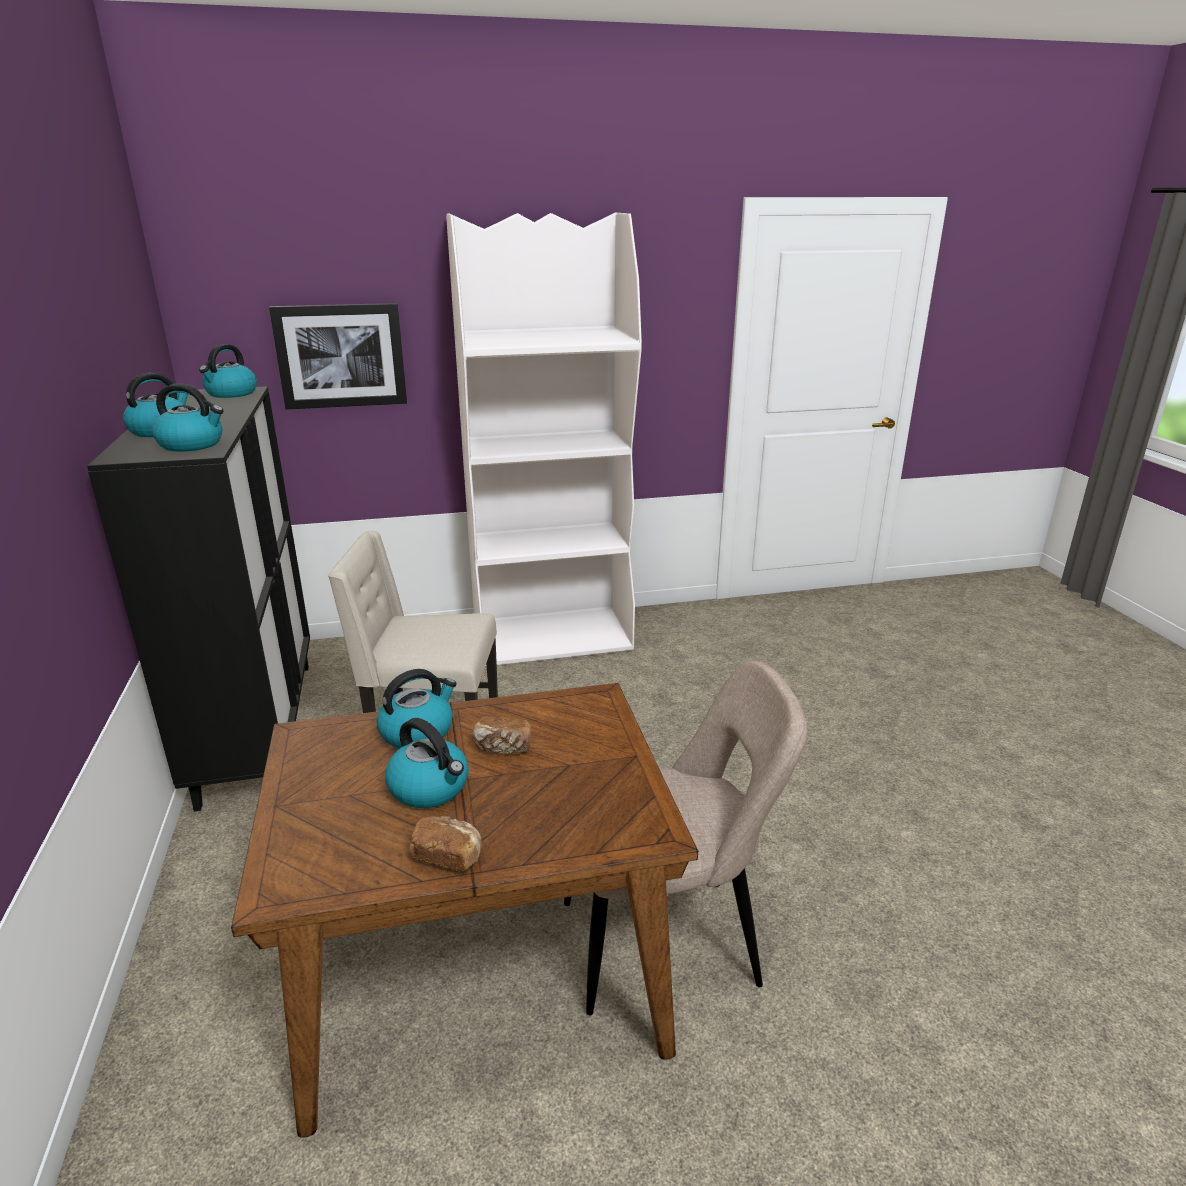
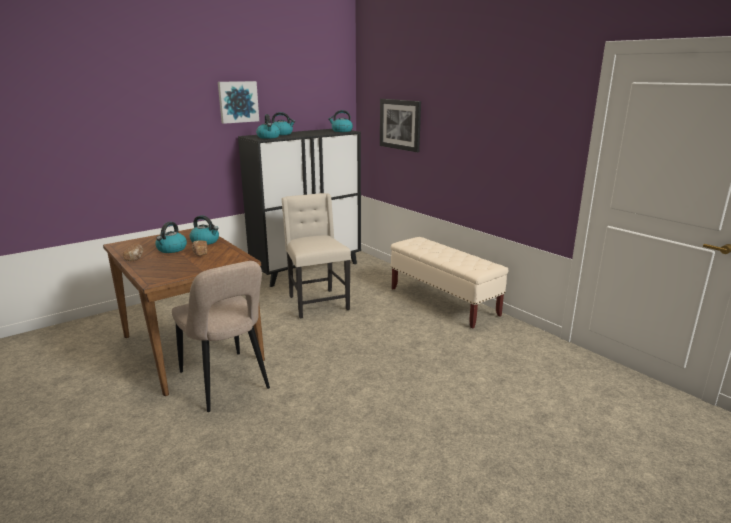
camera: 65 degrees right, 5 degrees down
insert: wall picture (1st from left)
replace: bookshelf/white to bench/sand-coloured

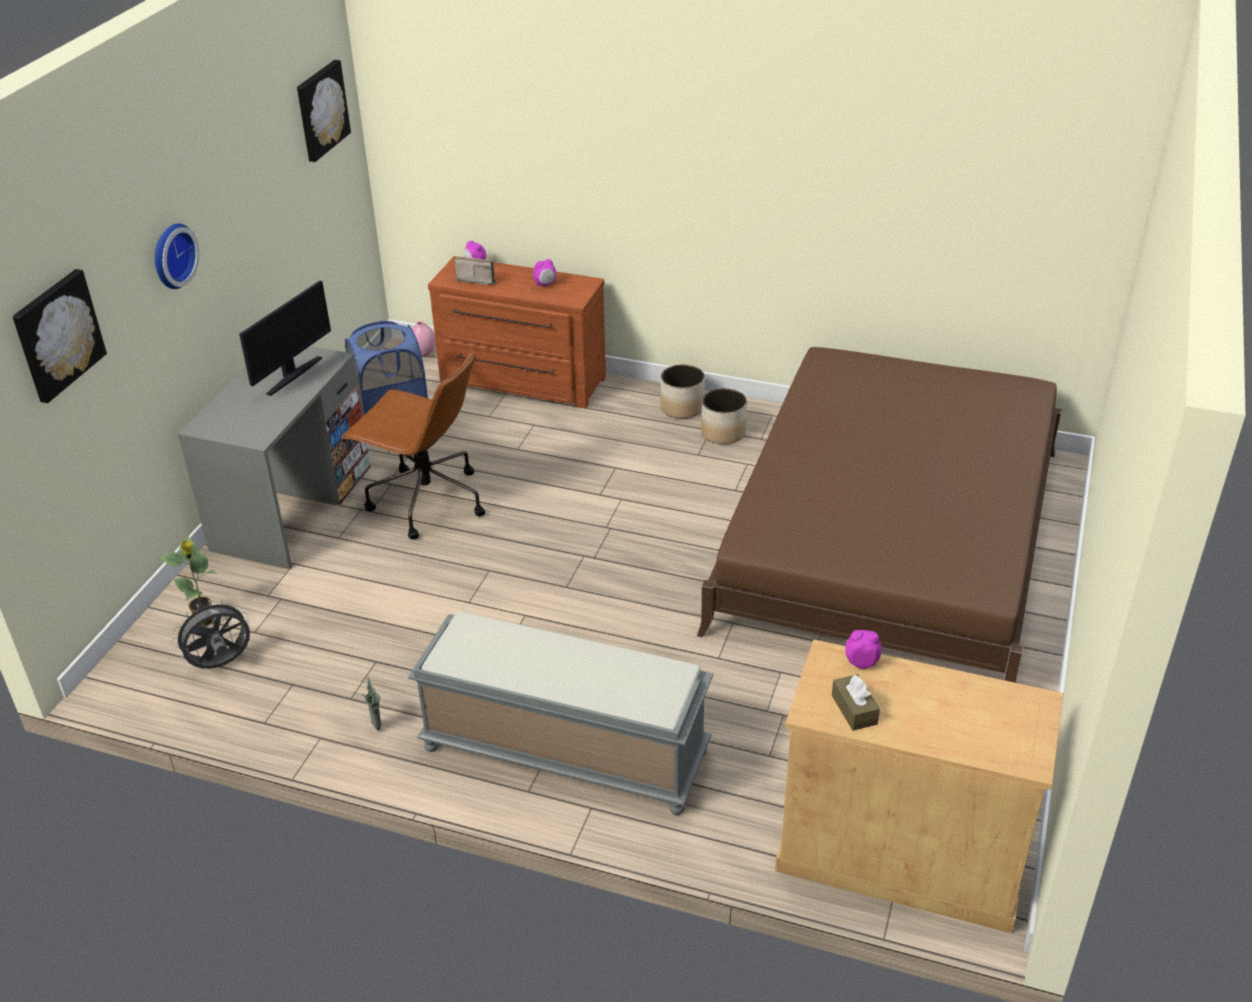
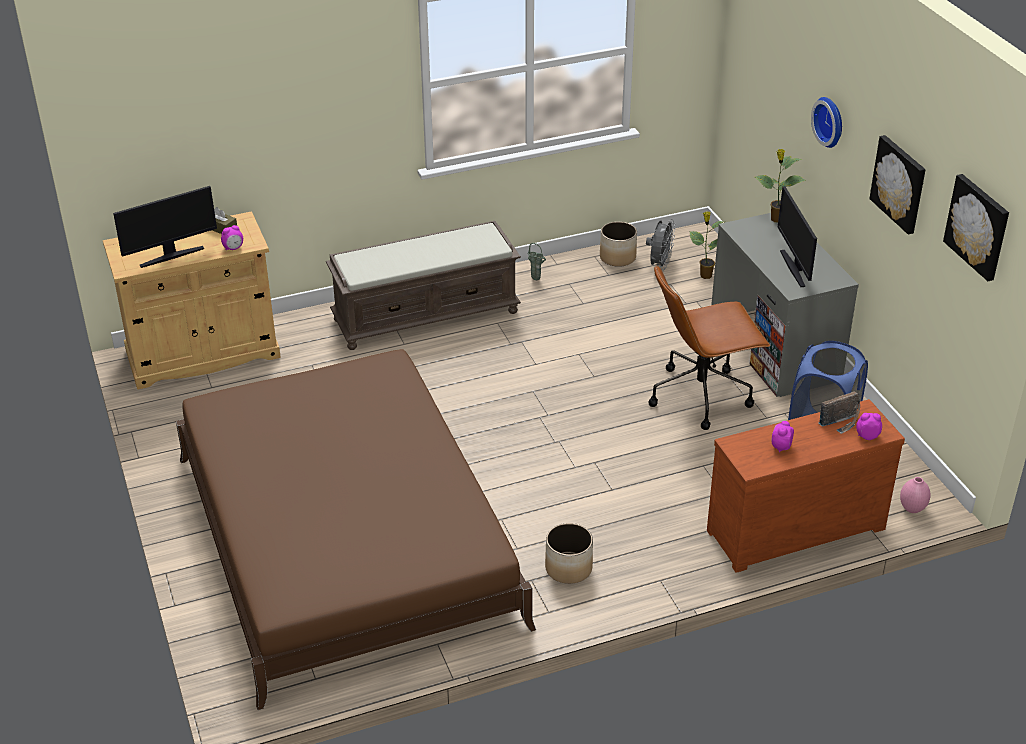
camera: 140 degrees right, 0 degrees up
insert: computer screen (1st from left); plant in a pot (2nd from left)
move: wall picture (1st from left); flower pot (1st from left in the first image) to flower pot (2nd from left)
recolor: bench/grey to bench/brown-coloured

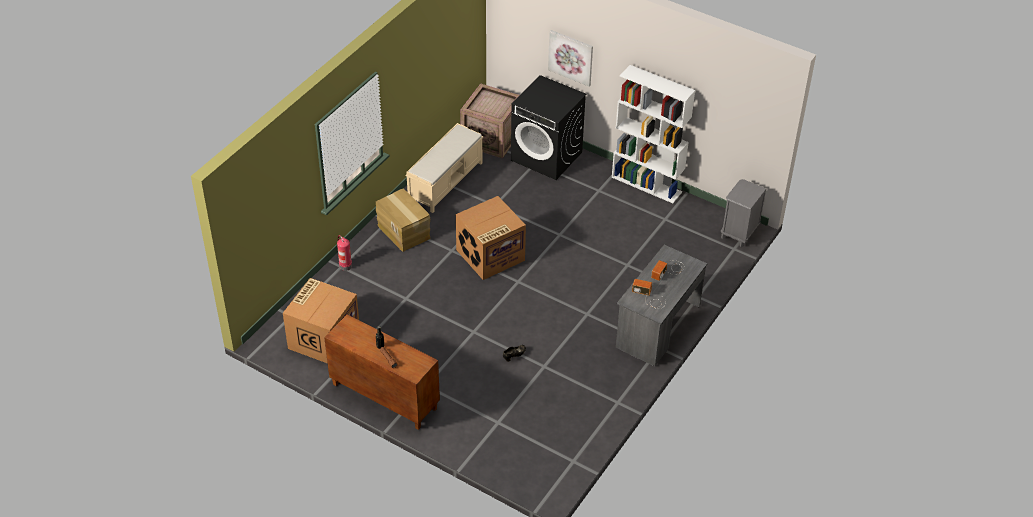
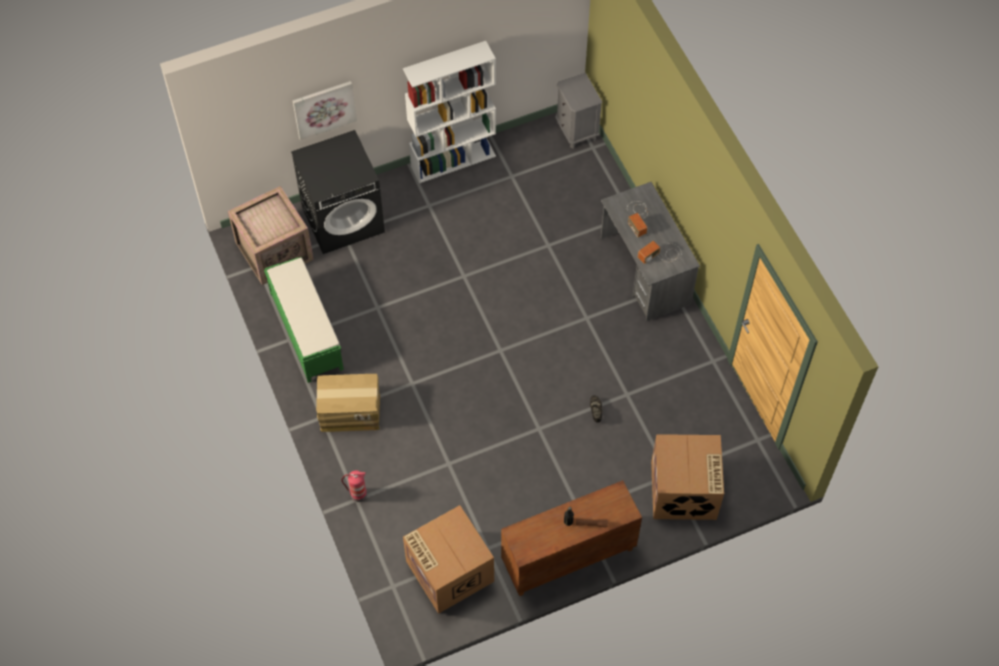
camera: 55 degrees left, 15 degrees up
move: packing box (3rd from left)
recolor: bench/sand-coloured to bench/greenish

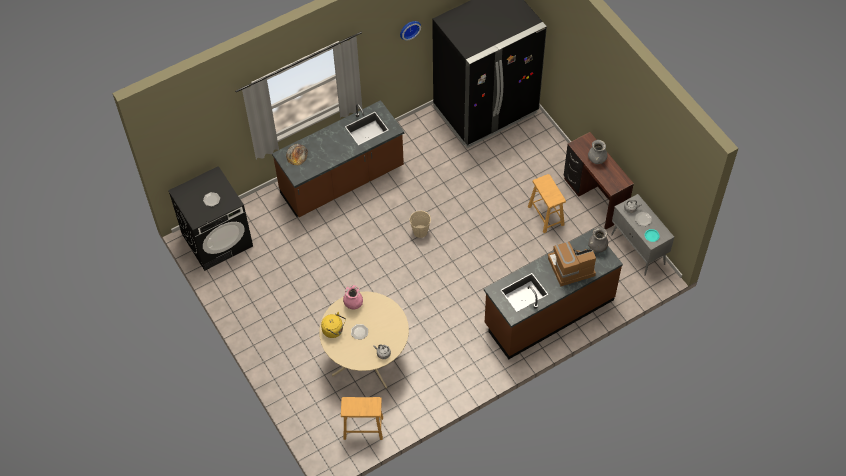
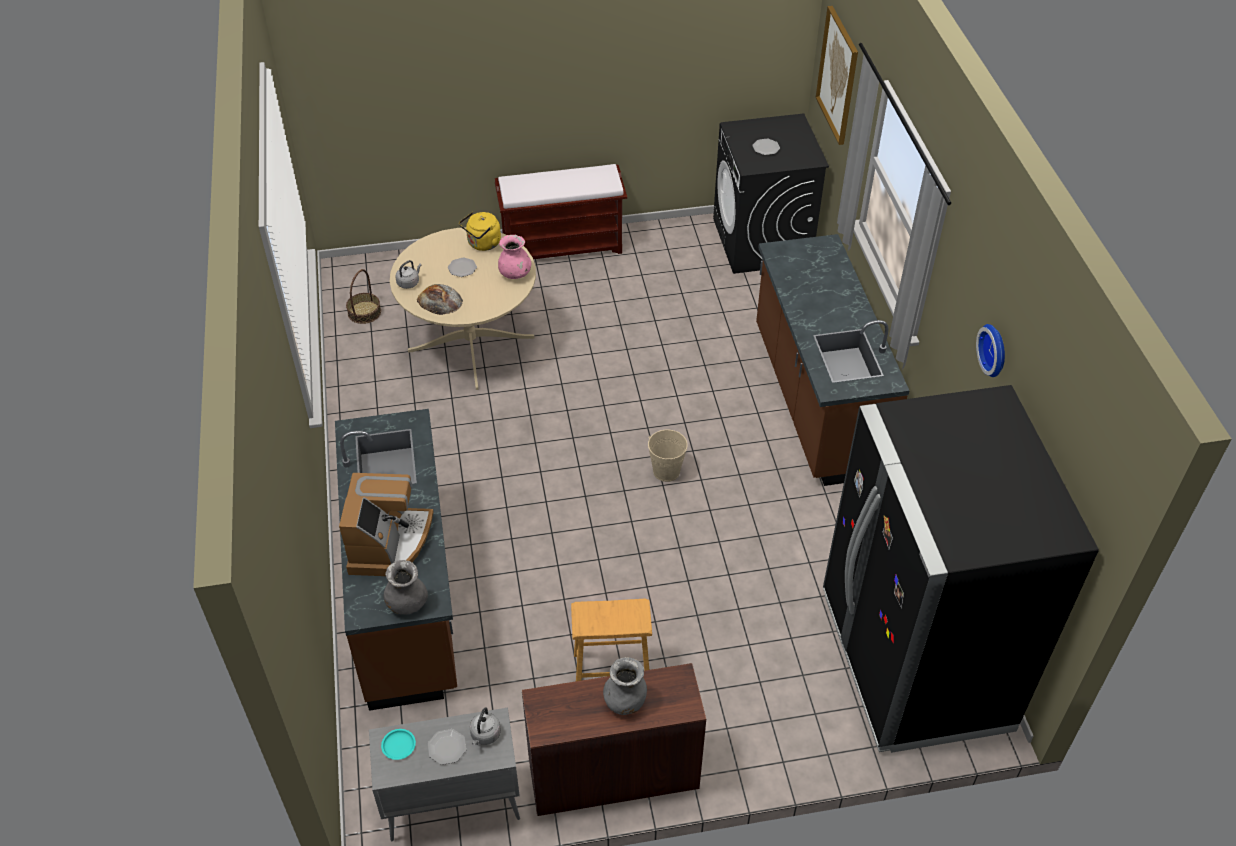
camera: 110 degrees right, 10 degrees down
insert: bench/brown-coloured; wall picture
move: baked bread
replace: sitting stool/brown-coloured (1st from left) to household basket

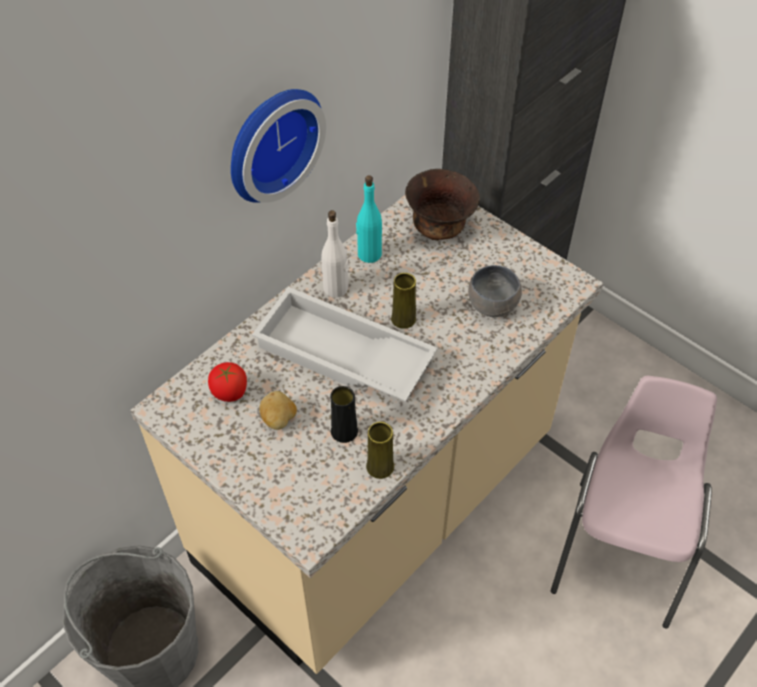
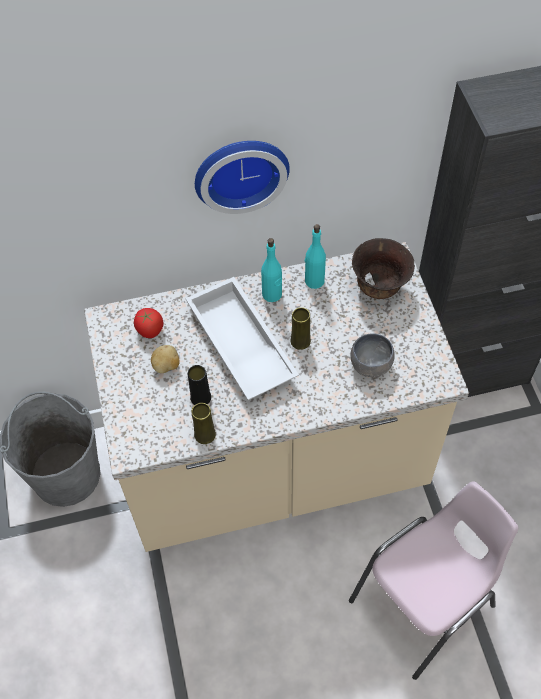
camera: 35 degrees right, 5 degrees up
recolor: beverage bottle/white to beverage bottle/turquoise-coloured (1st from left)

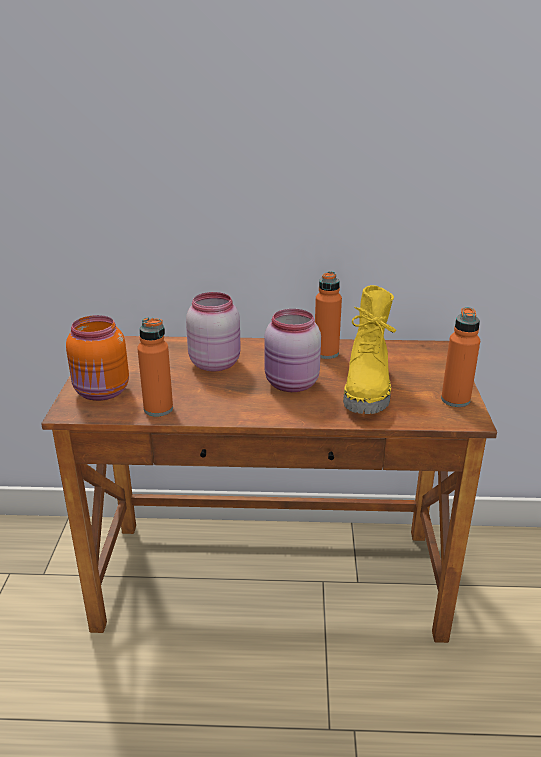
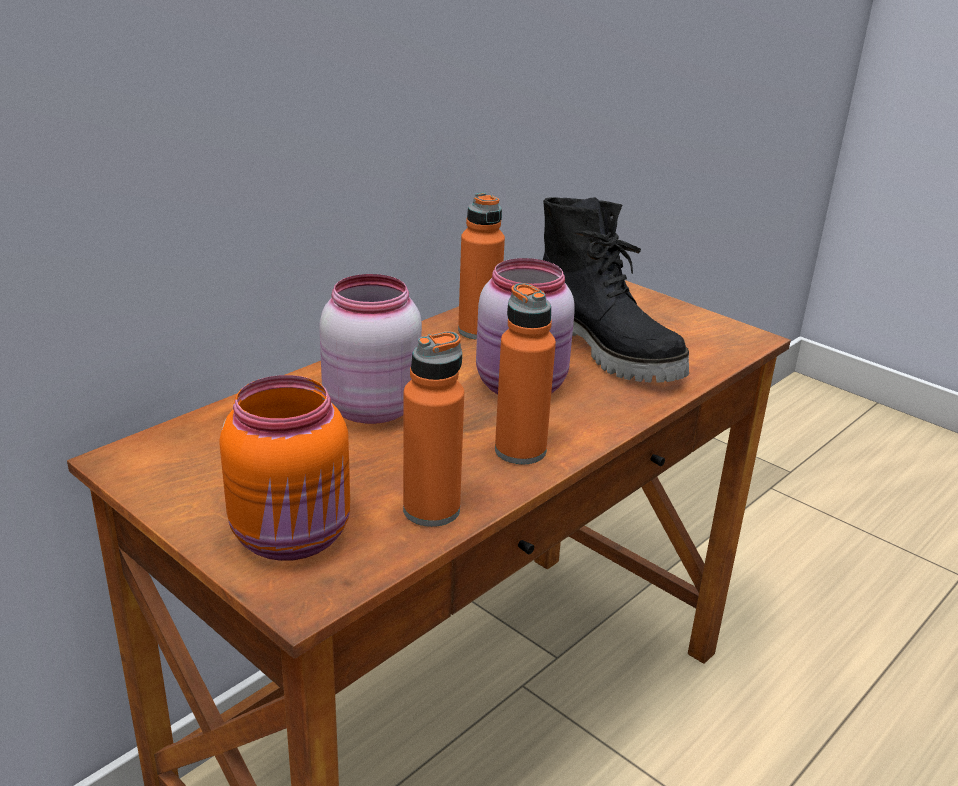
camera: 50 degrees left, 0 degrees up
move: beverage bottle/orangey (3rd from left)
recolor: boot/yellowish to boot/black-coloured

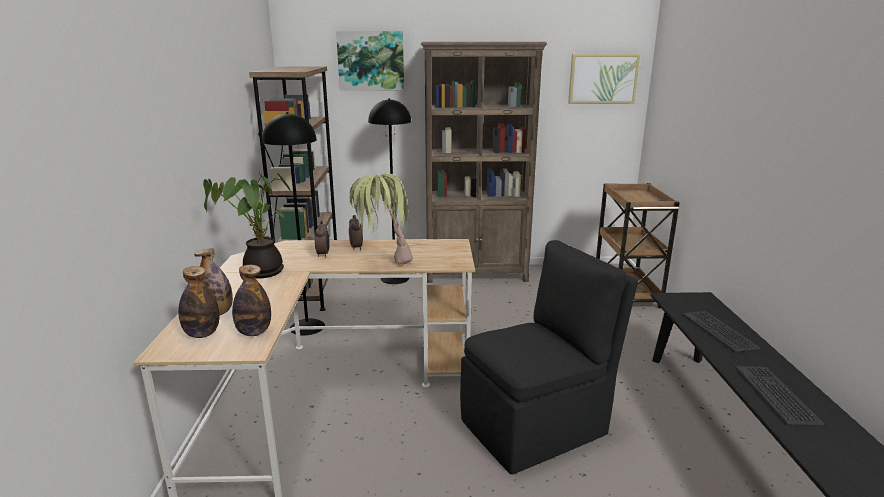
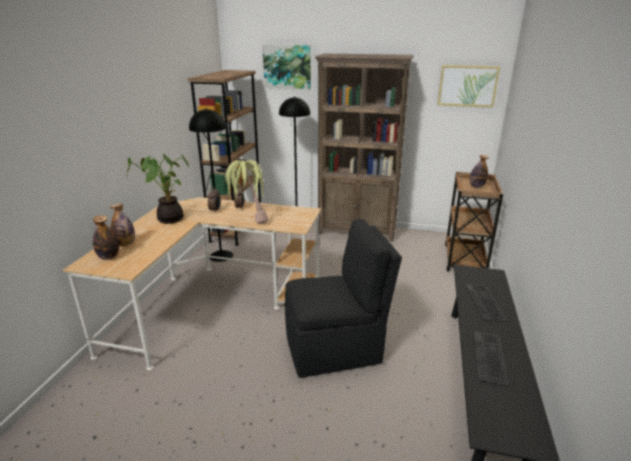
camera: 15 degrees right, 5 degrees up
move: beverage bottle (3rd from left)

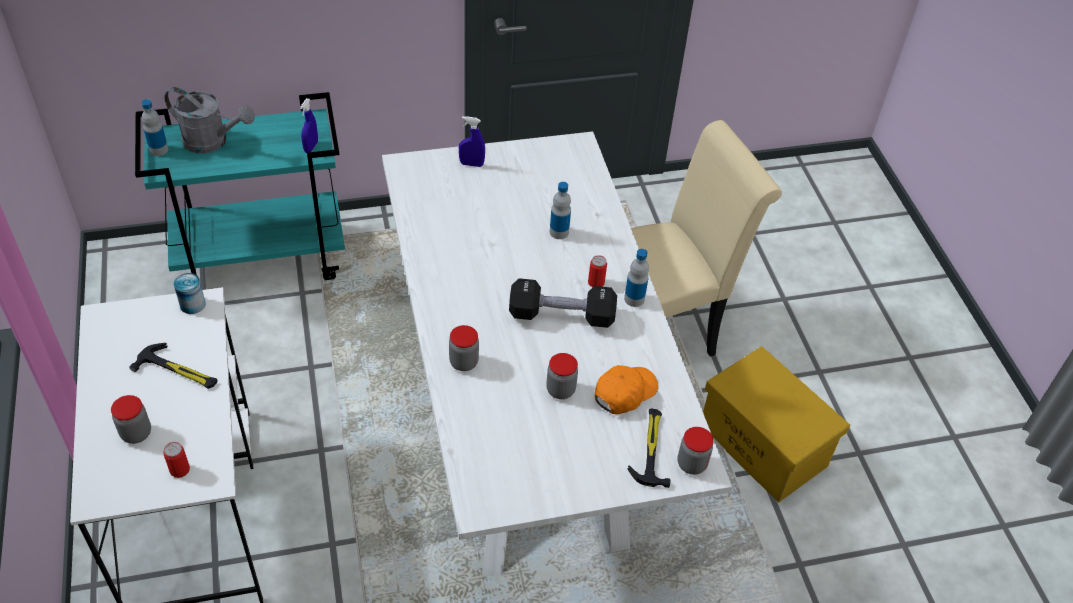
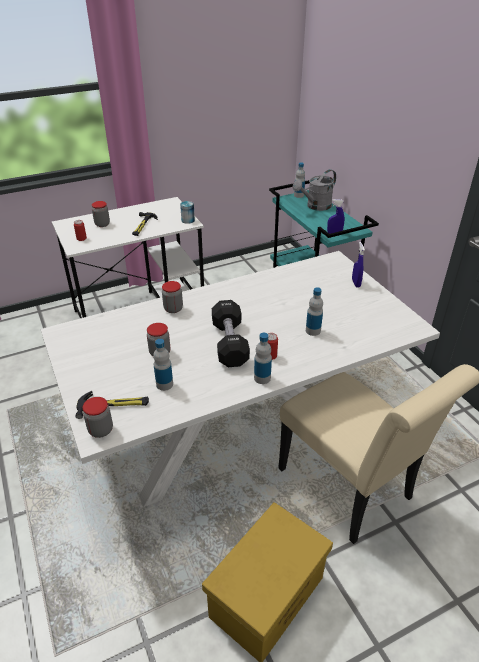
camera: 80 degrees right, 10 degrees down
replace: cap/orangey to beverage bottle (1st from left)
rotate: sprinkling can/grey 45 degrees clockwise

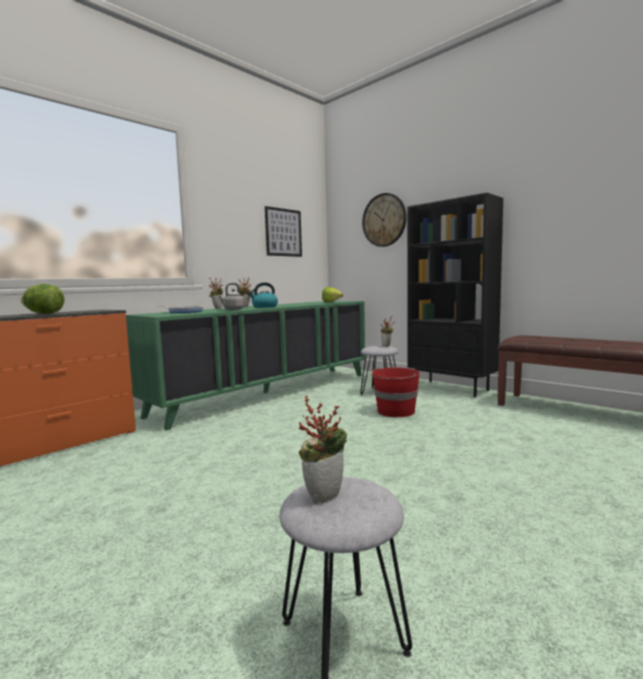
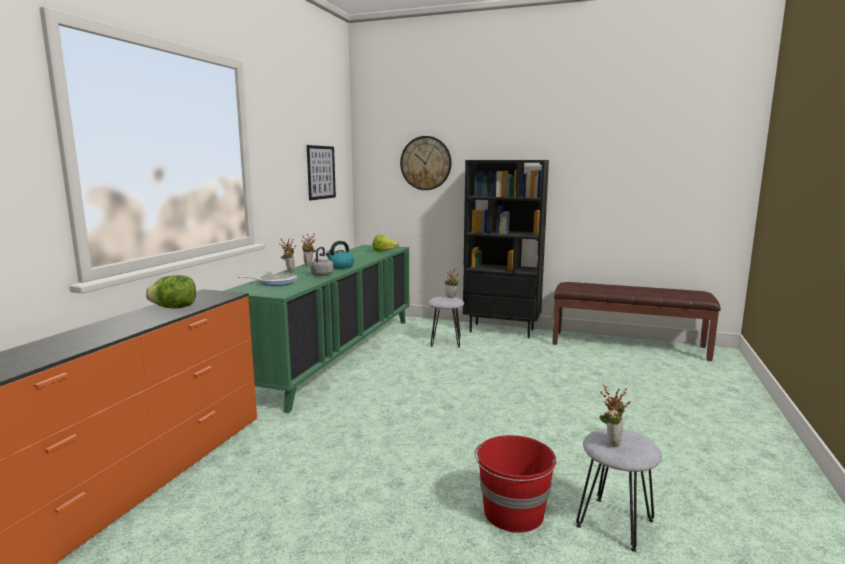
camera: 25 degrees left, 5 degrees up
move: bucket/reddish

